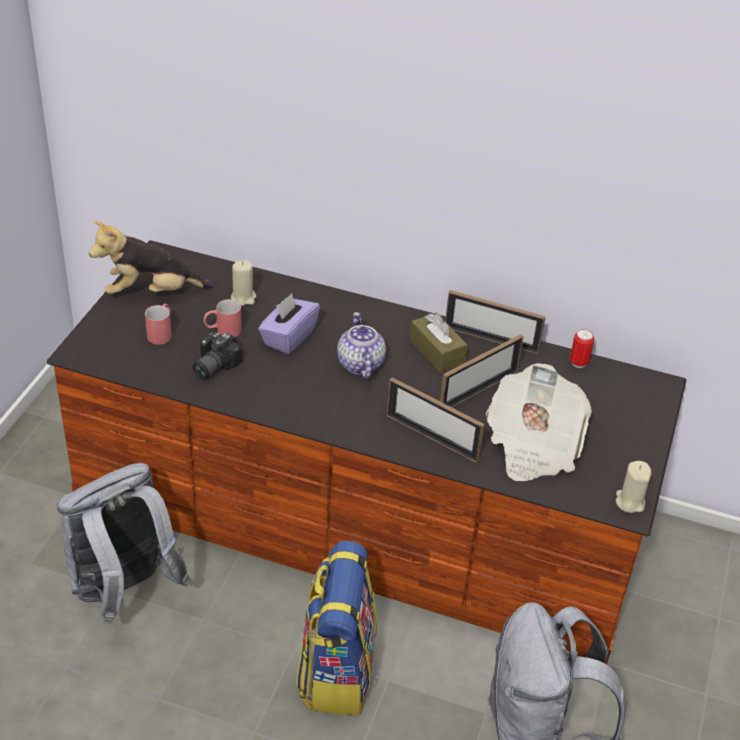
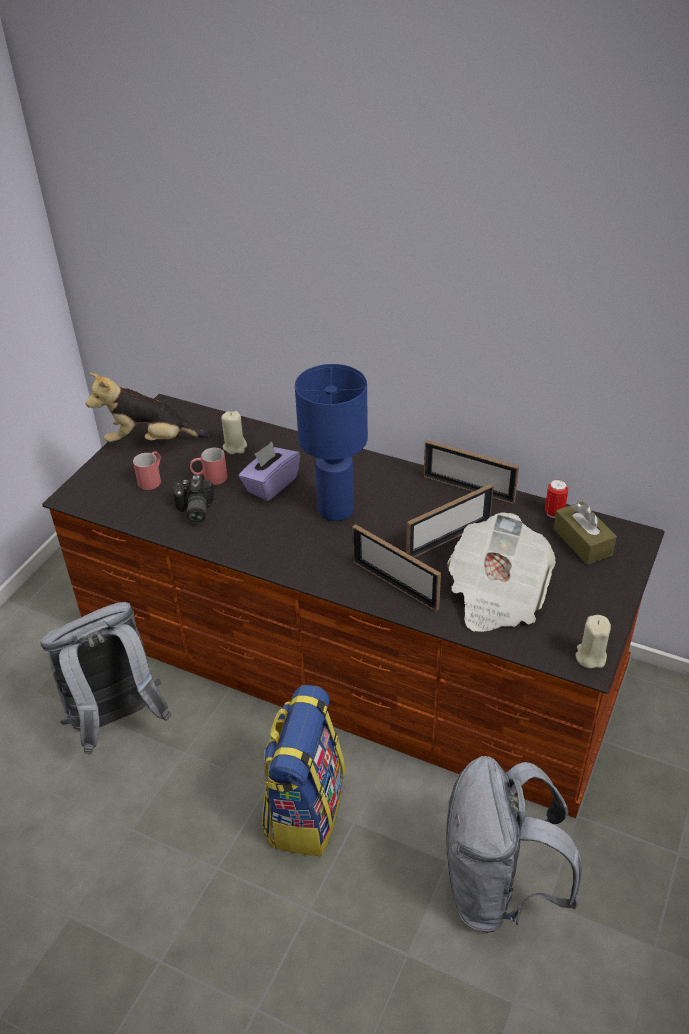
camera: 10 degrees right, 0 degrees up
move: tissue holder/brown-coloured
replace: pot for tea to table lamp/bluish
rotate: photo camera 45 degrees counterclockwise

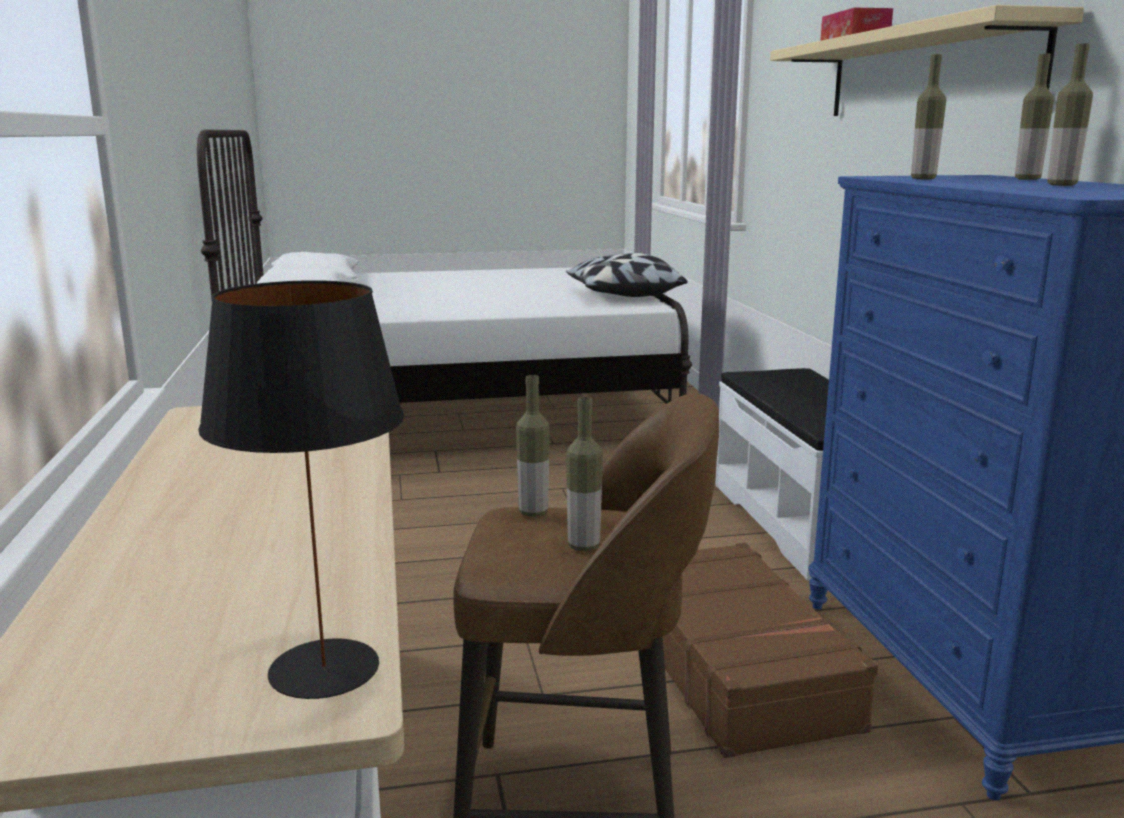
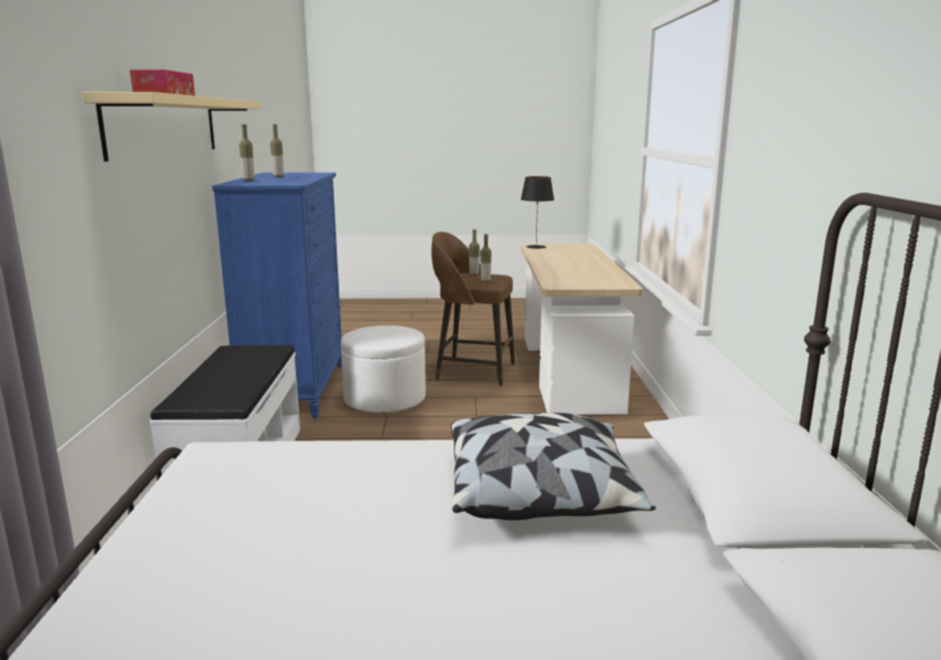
camera: 170 degrees left, 0 degrees up
delete: beverage bottle (3rd from left)
move: throw pillow
replace: travel case/brown-coloured to pouffe/white

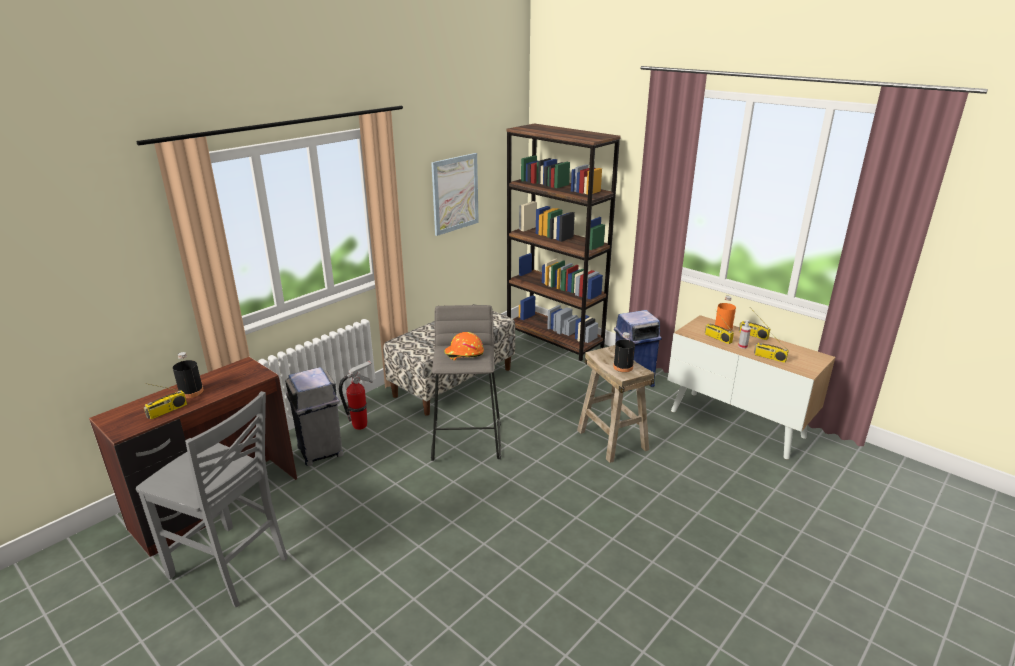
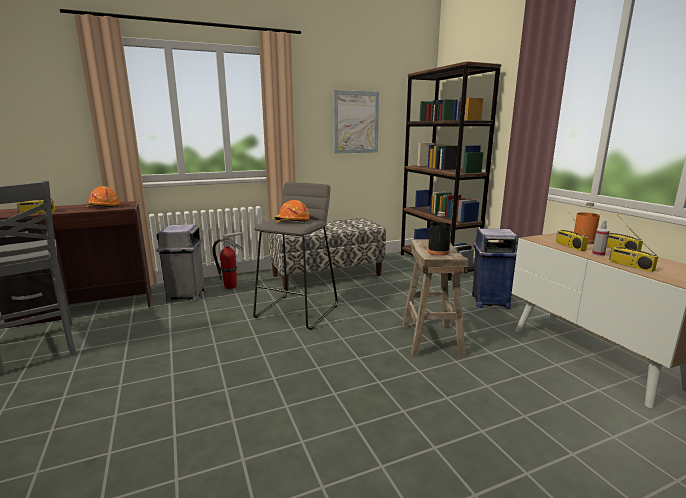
camera: 25 degrees right, 10 degrees down
delete: beverage bottle/black-coloured (1st from left)
insert: hard hat/orangey (1st from left)

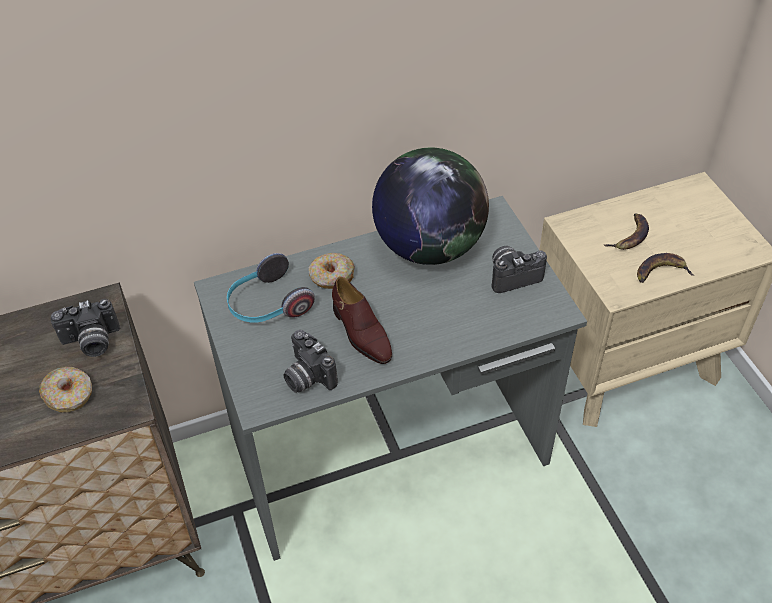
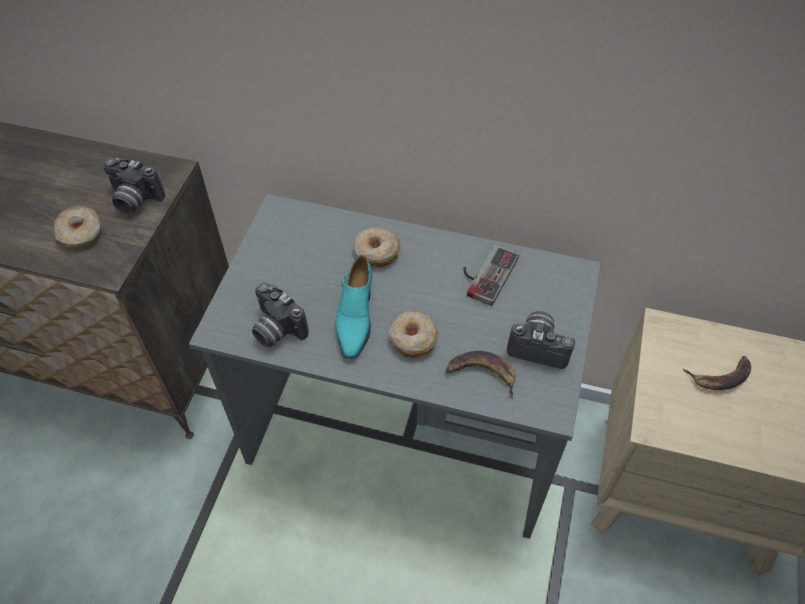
camera: 35 degrees right, 5 degrees up
delete: pair of headphones
insert: doughnut (3rd from left)
move: banana fruit (2nd from left in the first image) to banana fruit (1st from left)
replace: world globe to game controller
recolor: shoe/brown-coloured to shoe/turquoise-coloured
rotate: photo camera (2nd from left) 45 degrees counterclockwise

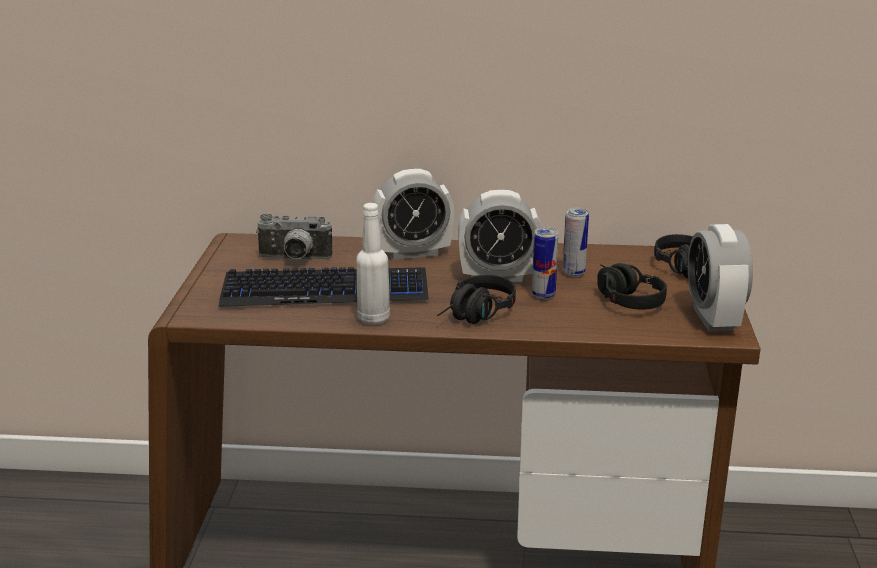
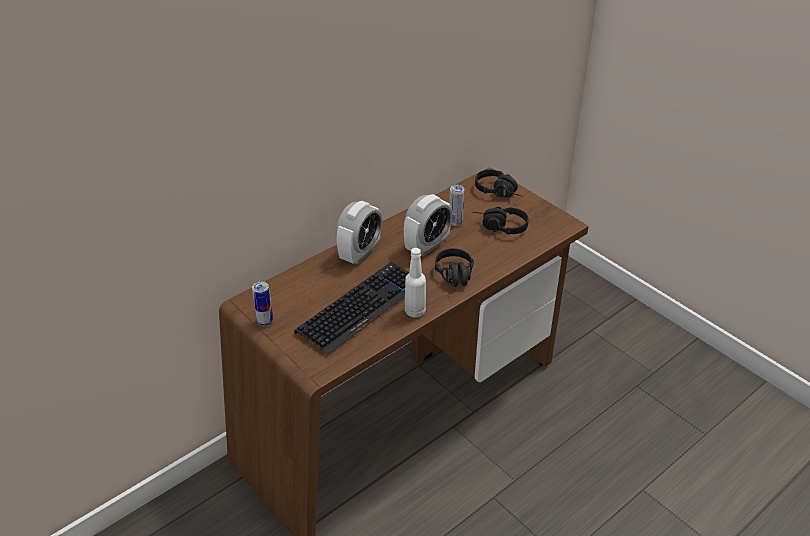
camera: 45 degrees left, 15 degrees up
delete: photo camera; table clock (3rd from left)
move: sealed can (1st from left)

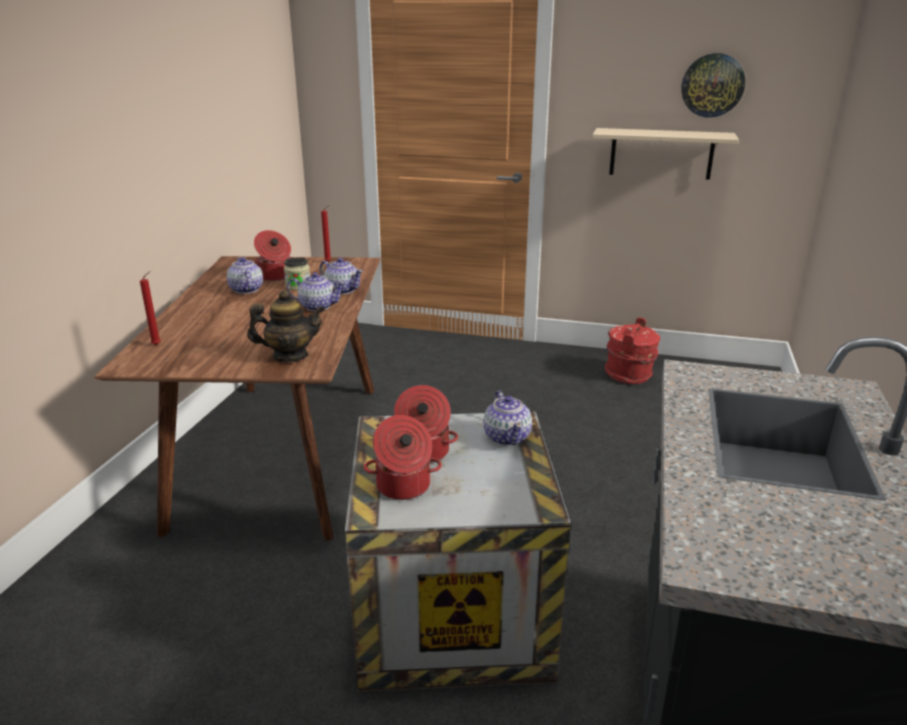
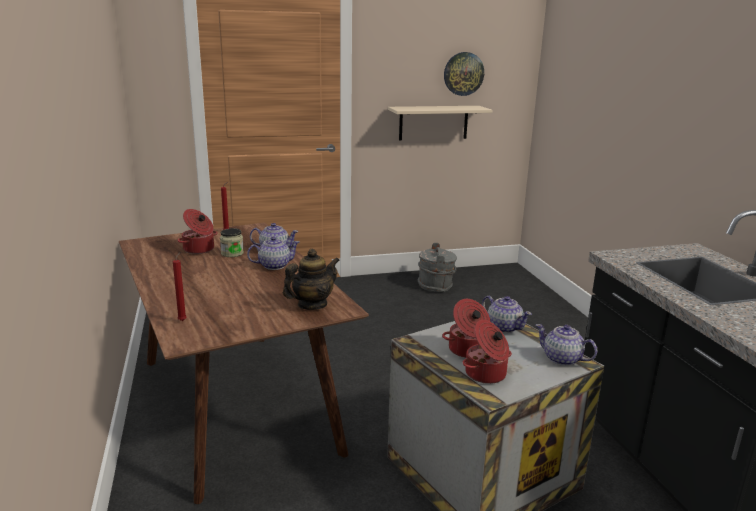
camera: 30 degrees left, 5 degrees down
move: pot for tea (1st from left in the first image) to pot for tea (5th from left)
recolor: bucket/reddish to bucket/grey

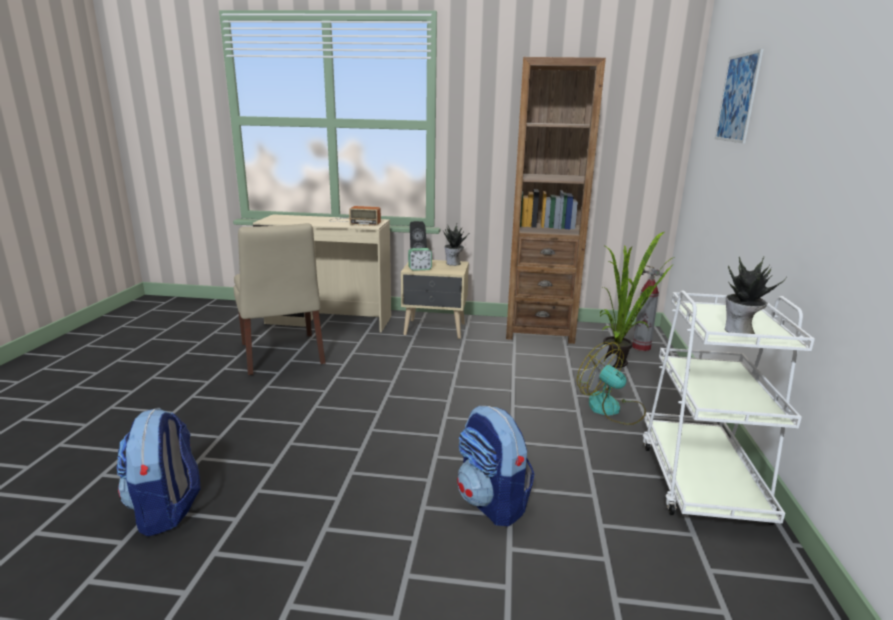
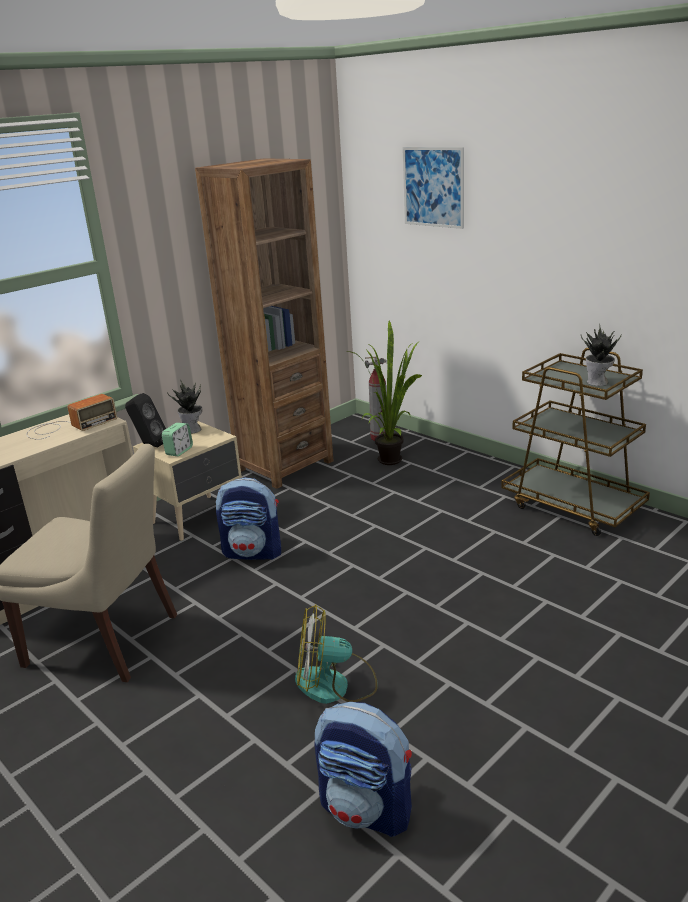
camera: 50 degrees left, 5 degrees up
move: rucksack (2nd from left in the first image) to rucksack (1st from left); fan
recolor: wheeled cart/white to wheeled cart/brown-coloured

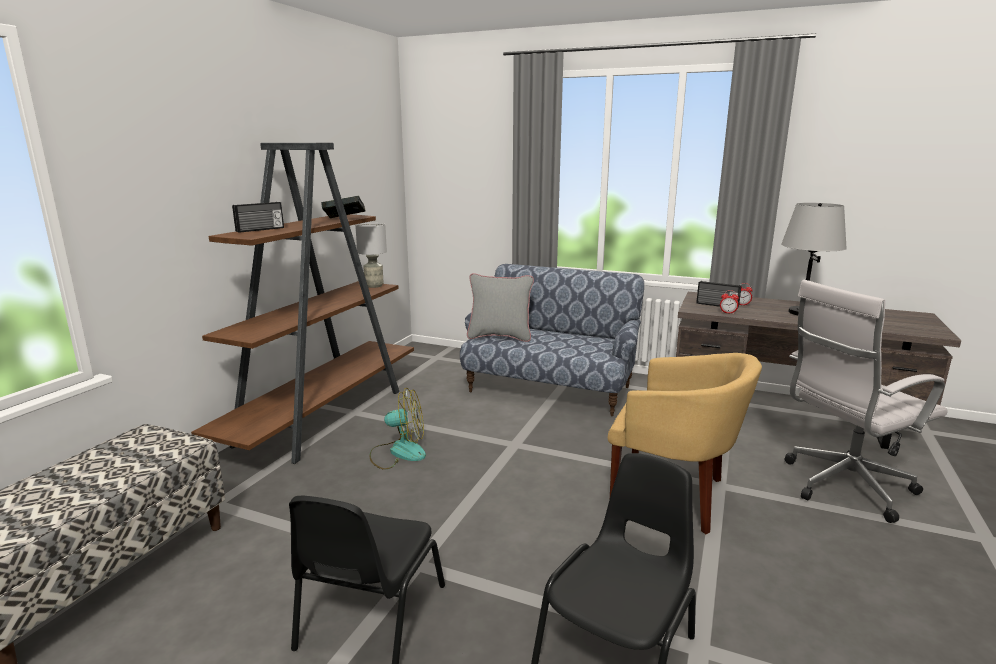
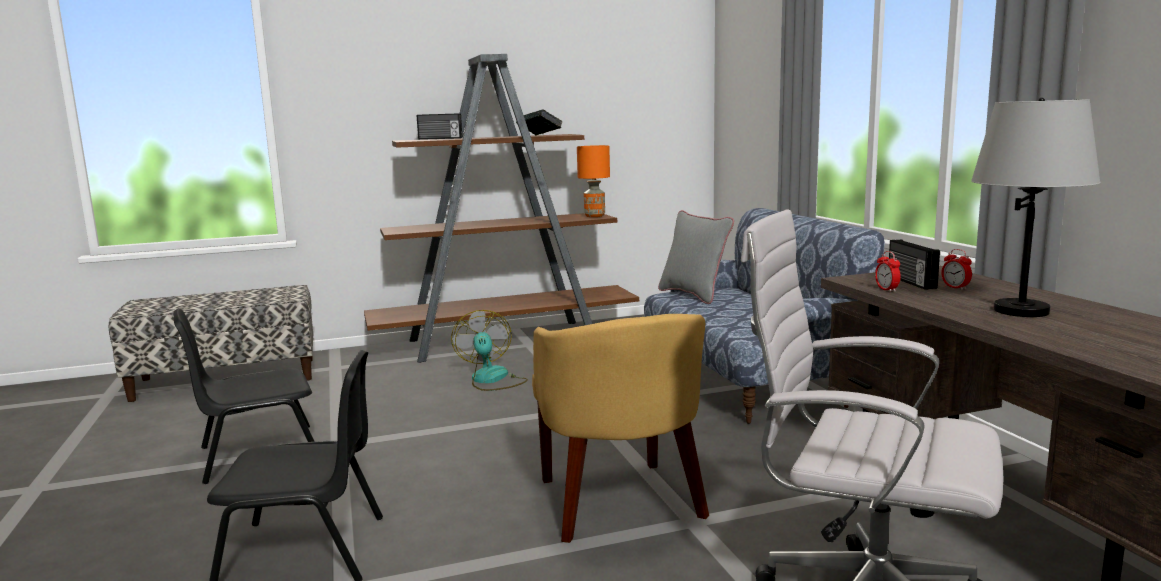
camera: 50 degrees right, 5 degrees down
recolor: table lamp/grey (1st from left) to table lamp/orangey
rotate: fan 150 degrees counterclockwise

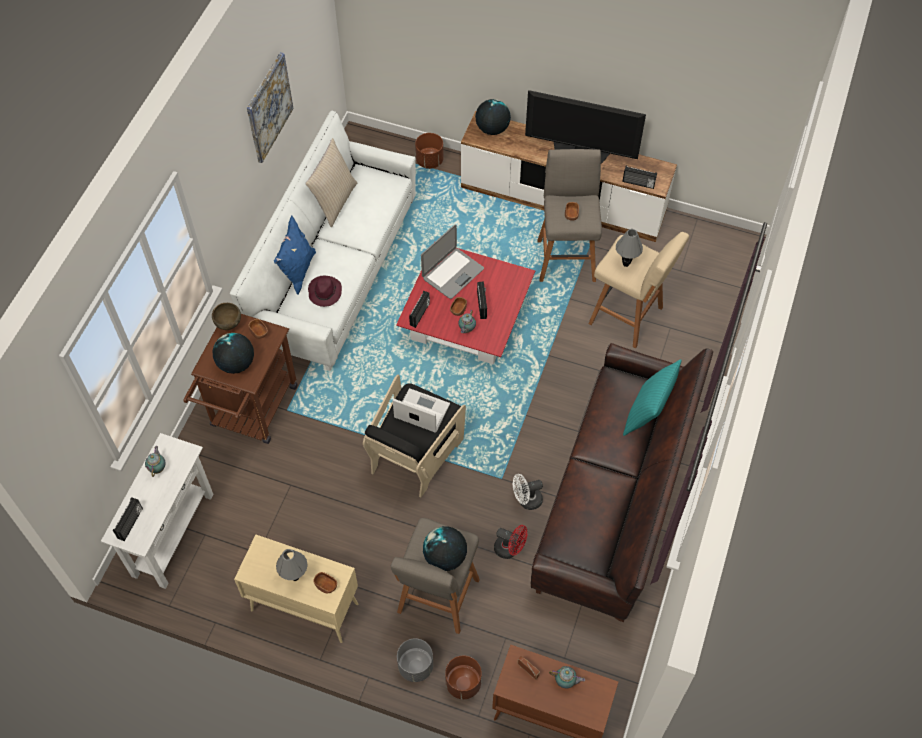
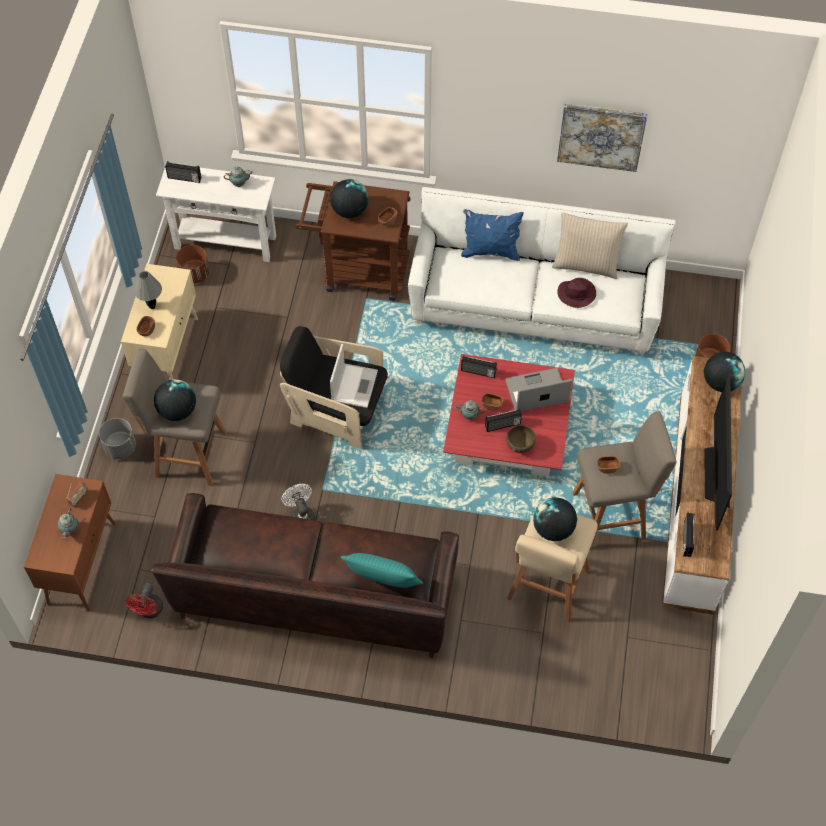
camera: 80 degrees right, 0 degrees up
move: deep dish/brown-coloured (1st from left in the first image) to deep dish/brown-coloured (4th from left); clothing hat/purple; flower pot/brown-coloured (2nd from left in the first image) to flower pot/brown-coloured (1st from left); fan/reddish
replace: table lamp/grey (2nd from left) to world globe (3rd from left)
rotate: notebook computer (2nd from left) 135 degrees clockwise

